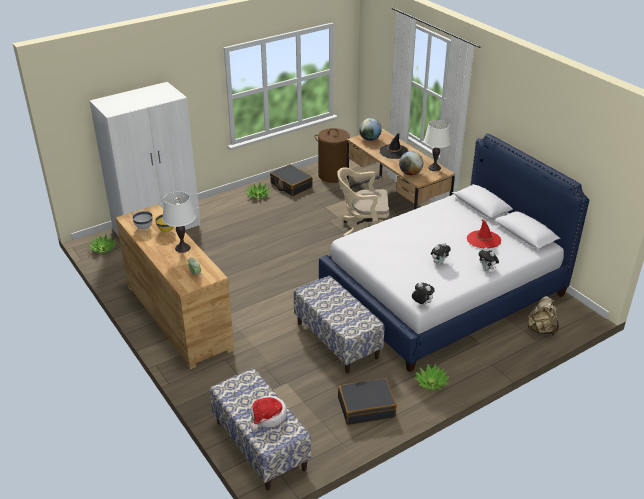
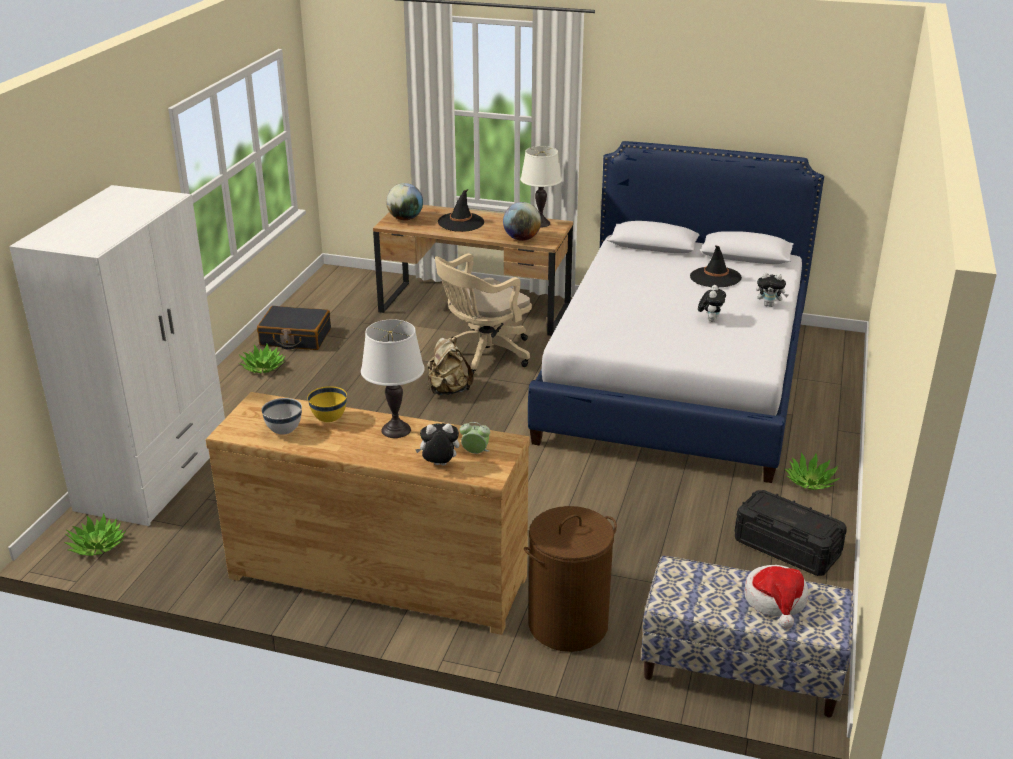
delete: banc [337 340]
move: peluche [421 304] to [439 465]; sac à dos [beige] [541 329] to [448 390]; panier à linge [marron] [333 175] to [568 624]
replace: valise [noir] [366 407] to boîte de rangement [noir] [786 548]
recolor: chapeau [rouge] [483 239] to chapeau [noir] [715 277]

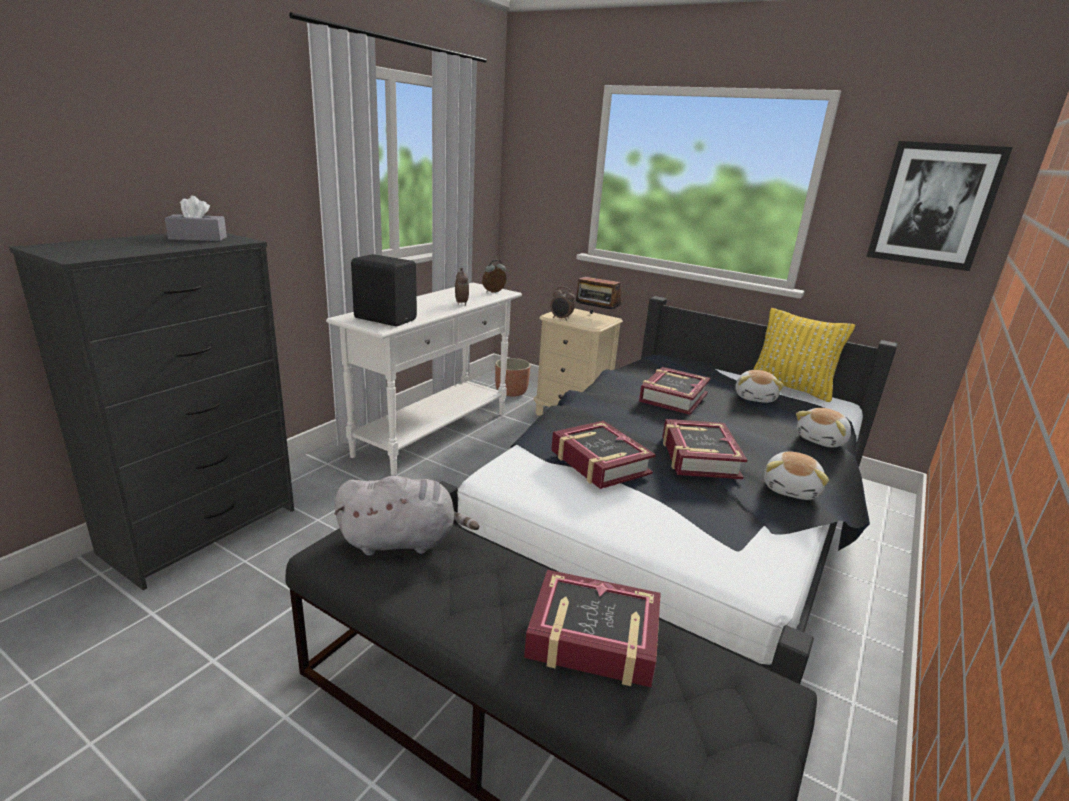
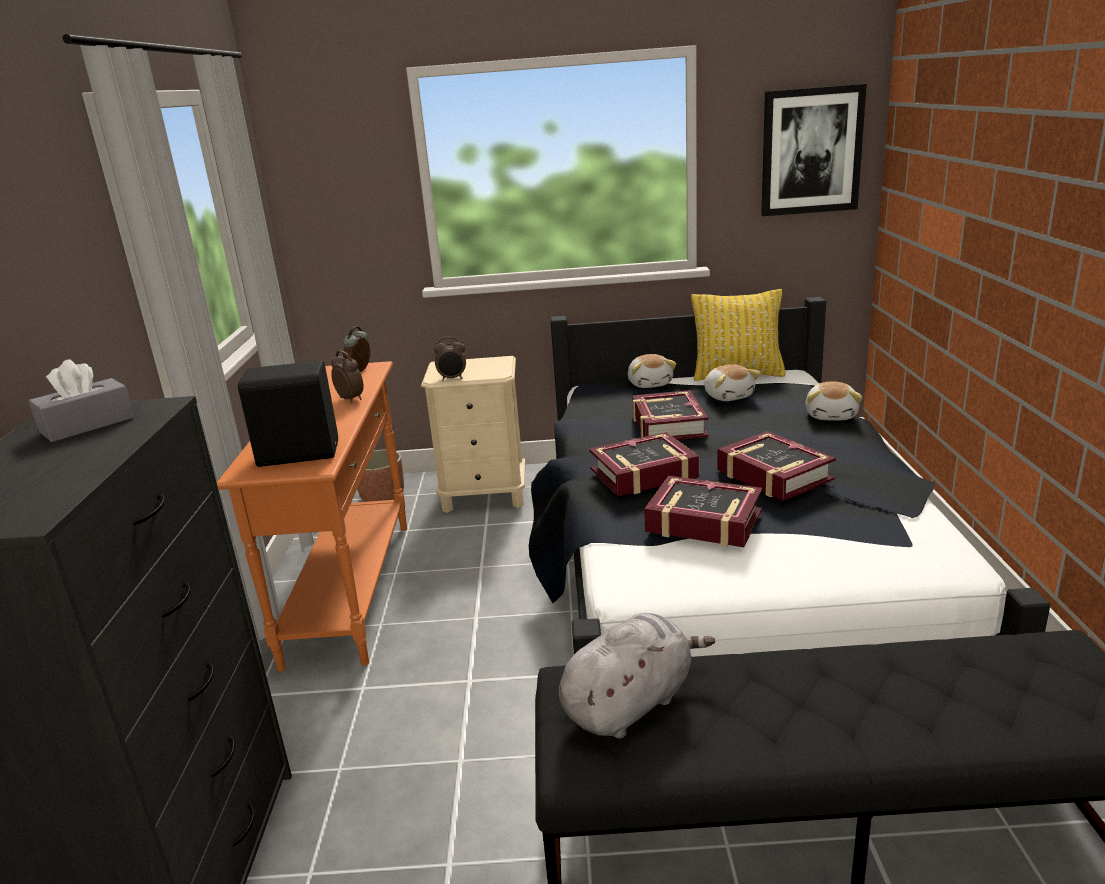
delete: radio [596 316]
move: livre [593 638] to [644 474]; peluche [791 489] to [650 383]
recolor: table console [blanc] [434 433] to table console [orange] [352 590]

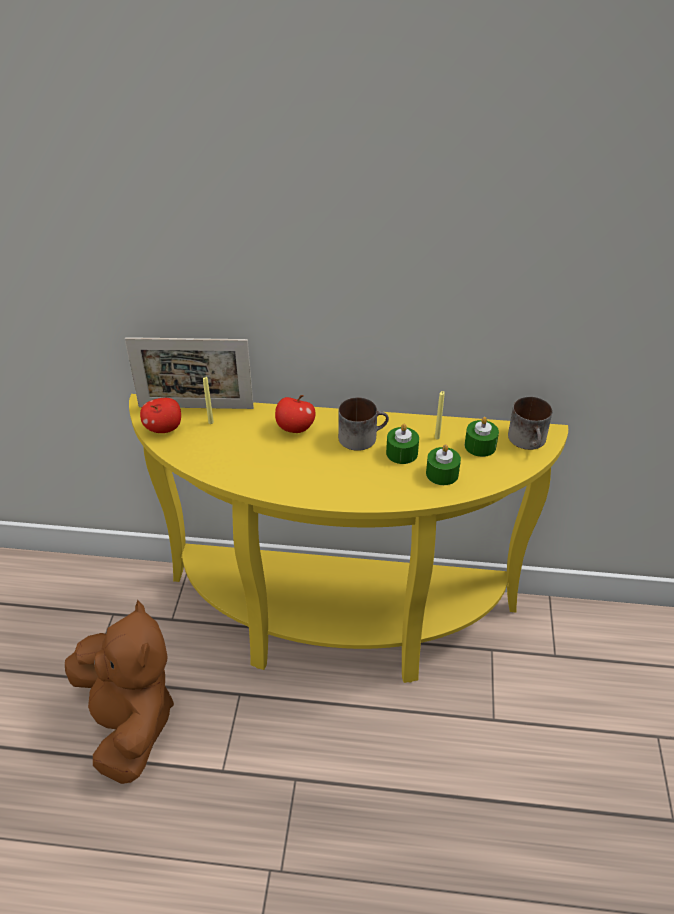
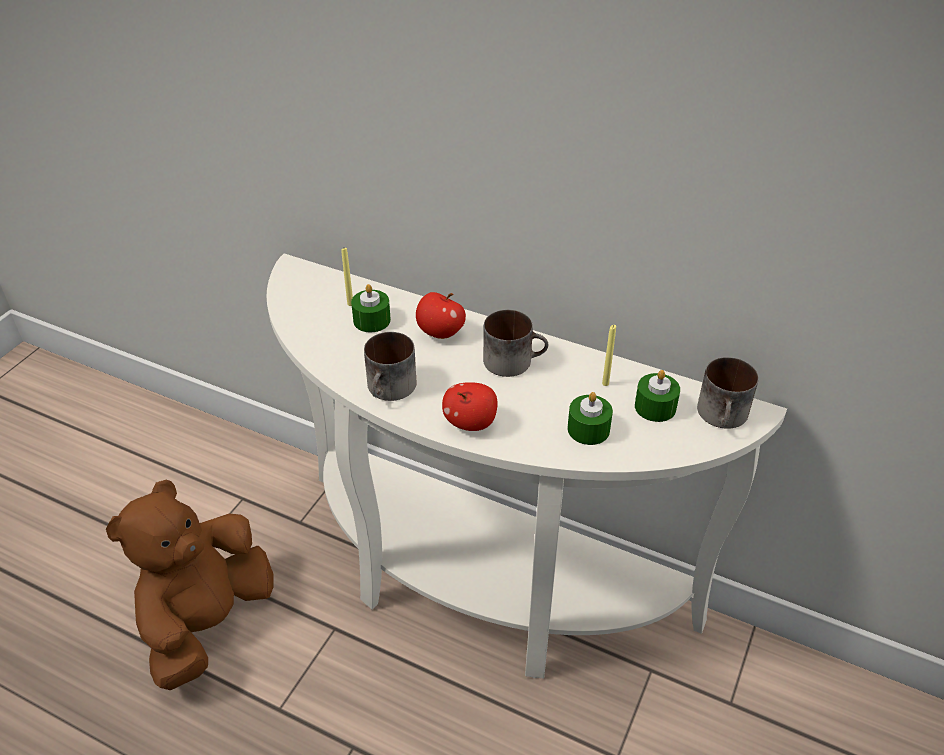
delete: cadre photo [196 407]
insert: mug [391 389]
move: bougie [vert] [402 453] to [372 320]; pomme [164 428] to [470 423]
recolor: table console [jaune] [337 626] to table console [blanc] [477 584]
rotate: peluche [marron] [129 722] = [207 621] 150 degrees counterclockwise

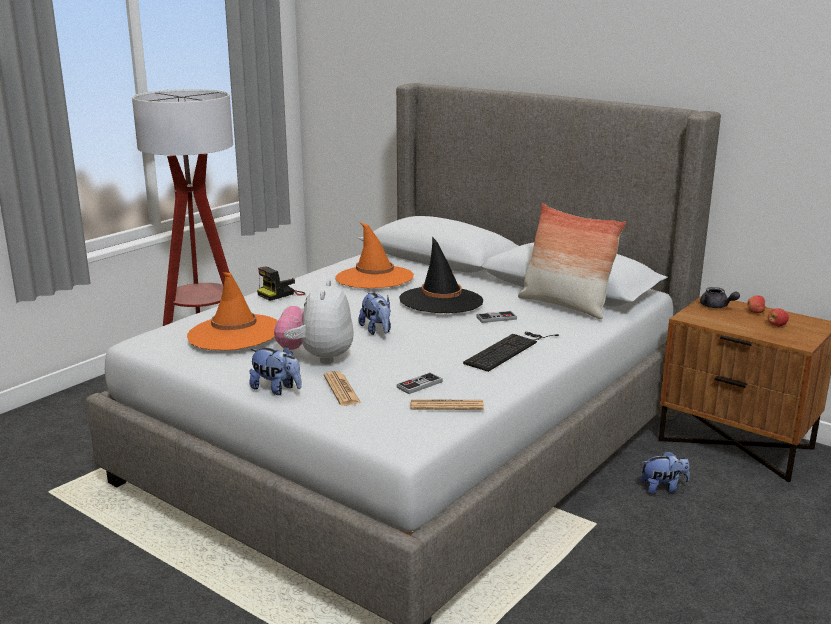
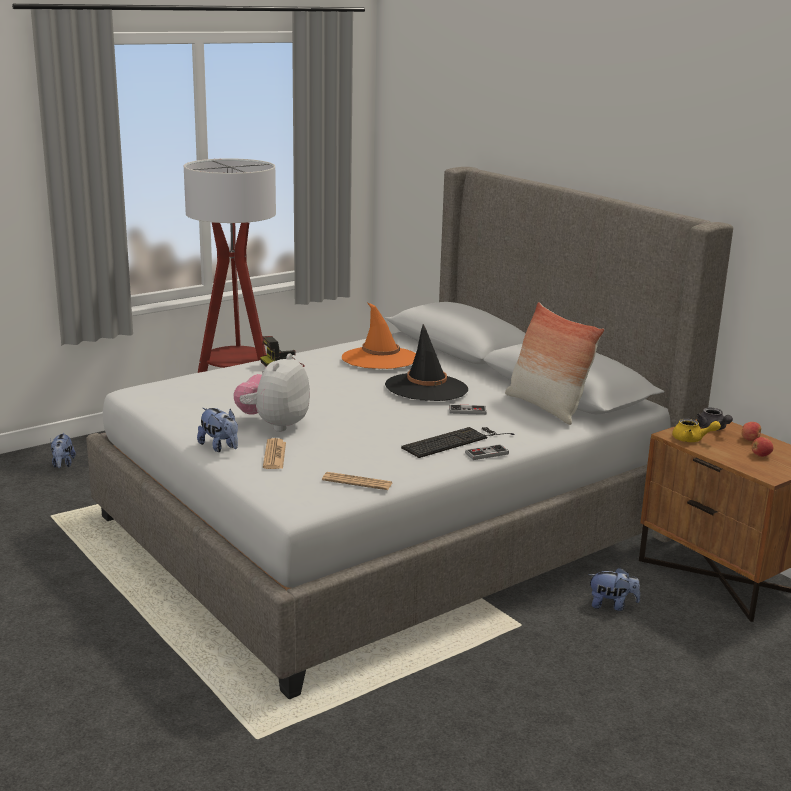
delete: chapeau [orange] [234 333]
insert: théière [jaune] [692 439]
move: peluche [377 330] to [62 464]; manette [419 385] to [486 453]

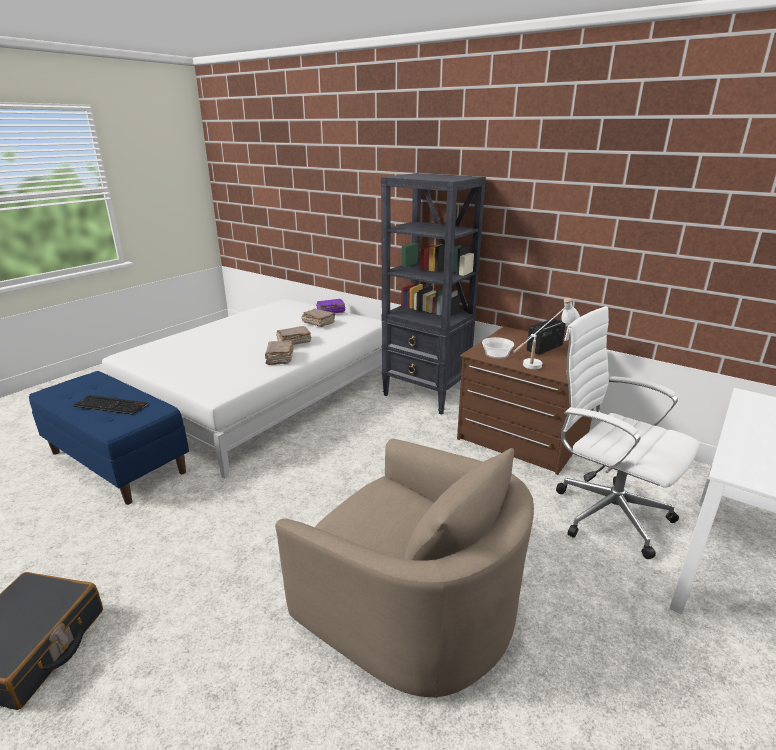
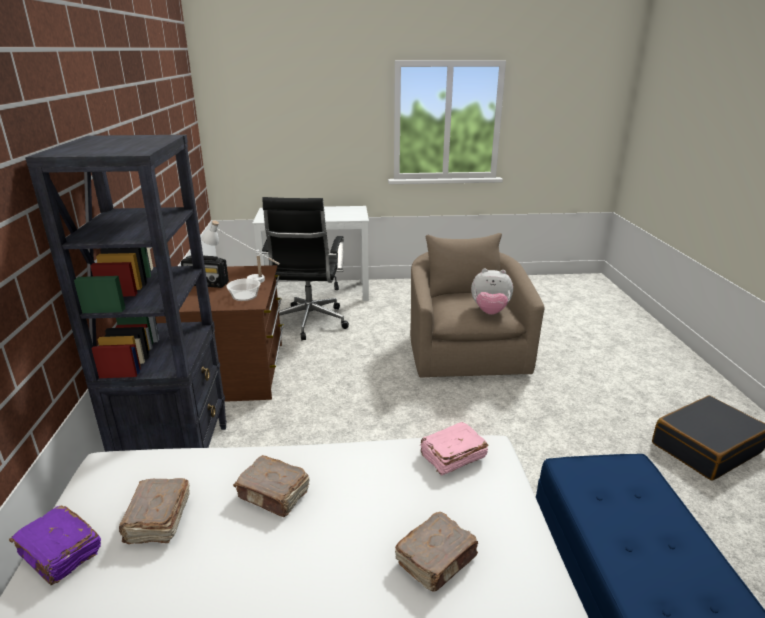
delete: clavier [112 405]
insert: livre [rose] [452 457]; peluche [490 312]
move: livre [marron] [279 358] to [437 560]
recolor: chaise de bureau [blanc] [605 513] to chaise de bureau [noir] [309 323]

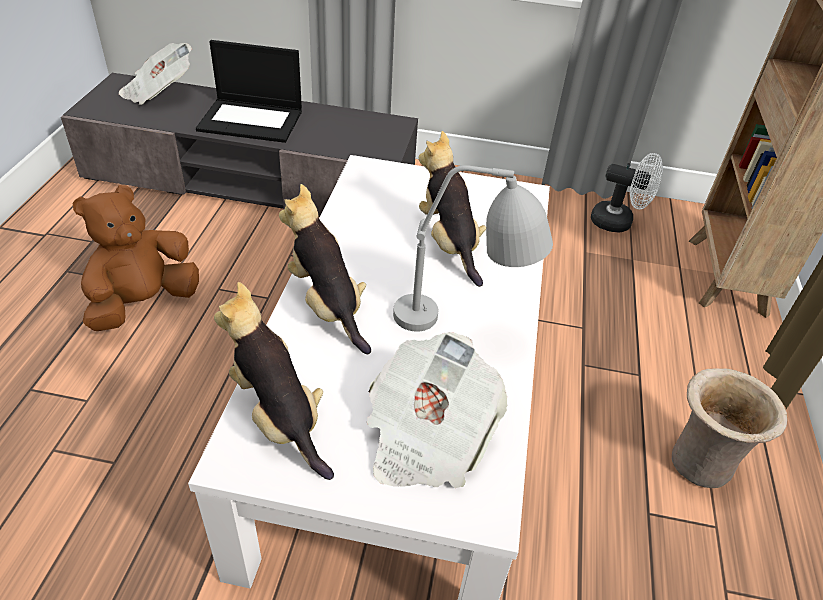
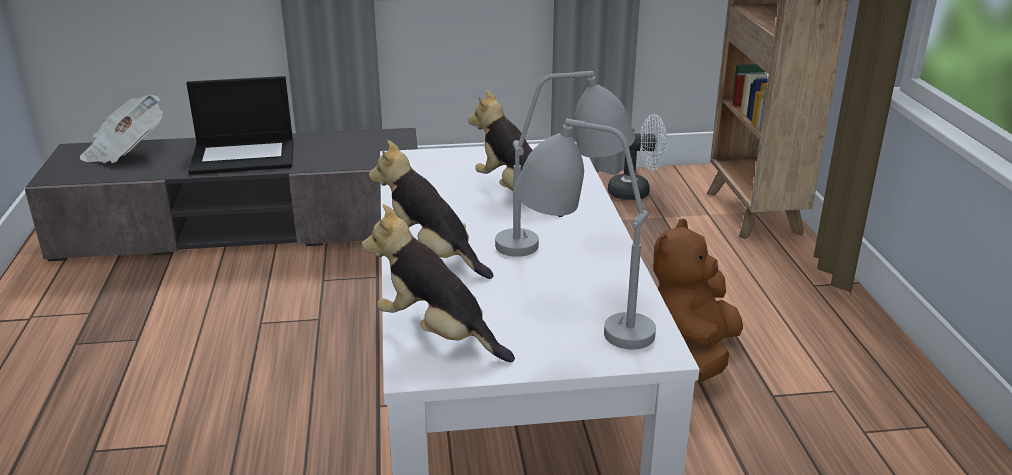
delete: vase [beige] [700 461]
move: peluche [marron] [144 303] to [693 354]
replace: journal [427 436] to lampe de table [gris] [578 318]

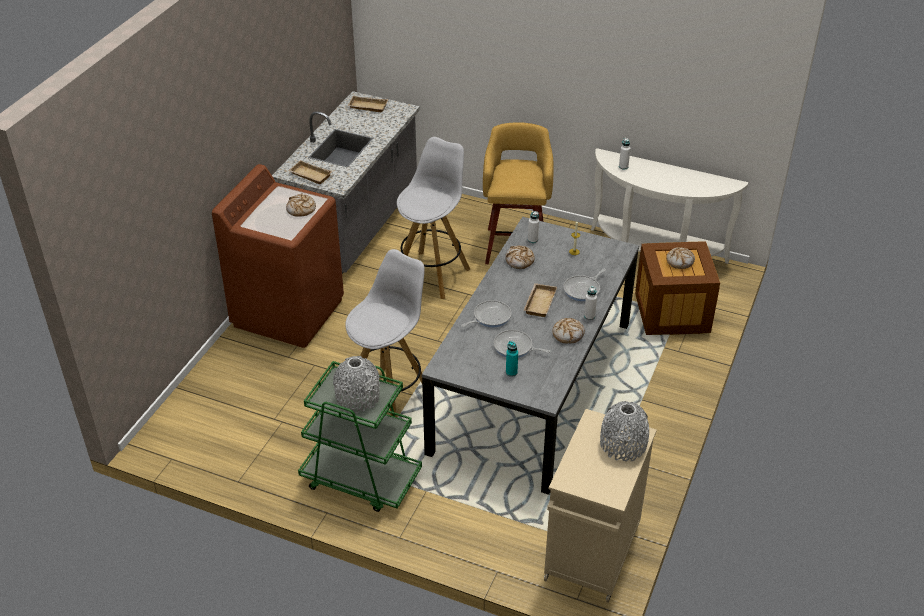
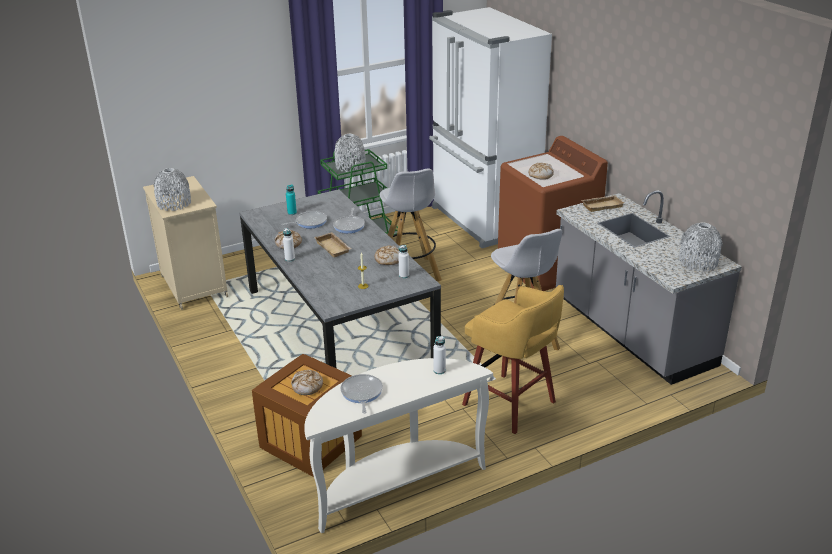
insert: réfrigérateur [blanc] [482 220]
move: poêle [583 289] to [361 393]
replace: plateau [beige] [367 107] to vase [gris] [698 262]

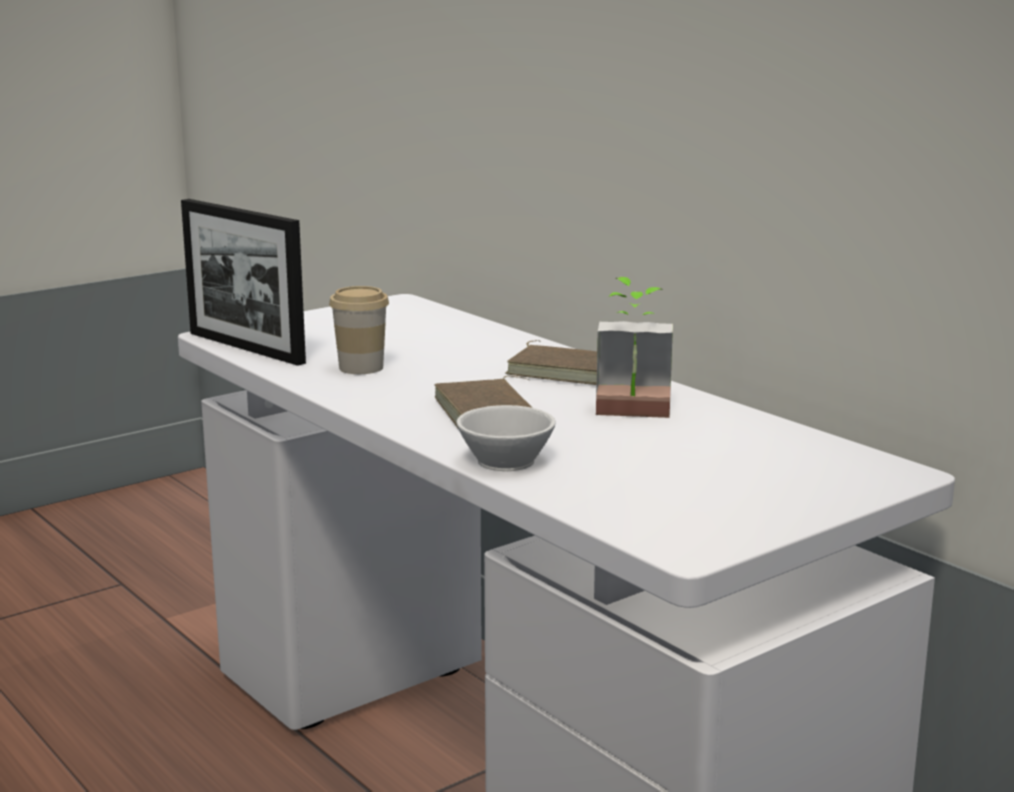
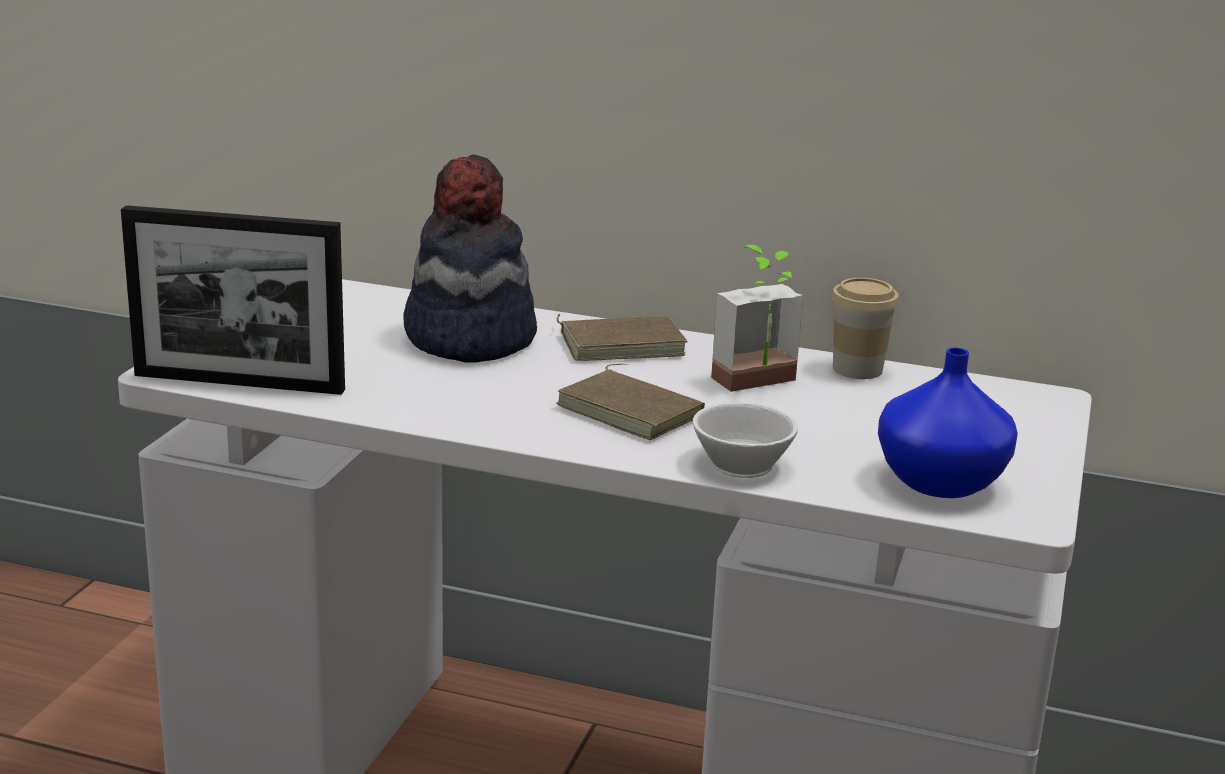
insert: chapeau [469 338]; vase [bleu] [938 483]
move: tasse [361 367] to [857 369]

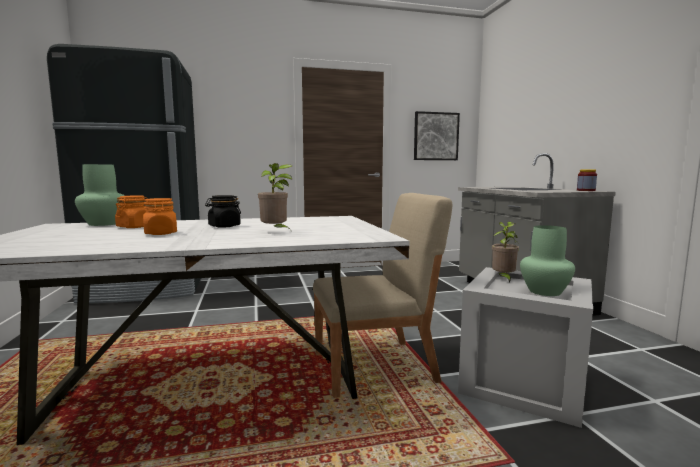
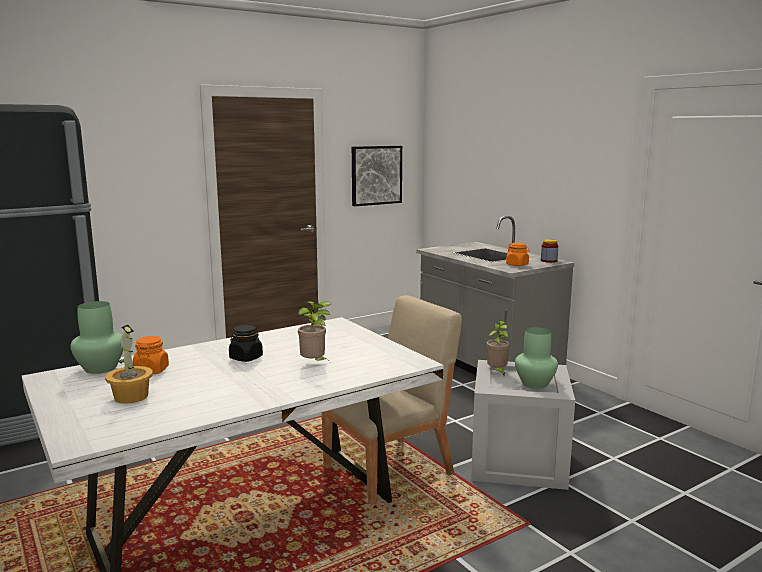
insert: plante en pot [131 396]
move: bocal [orange] [161 233] to [517 265]

